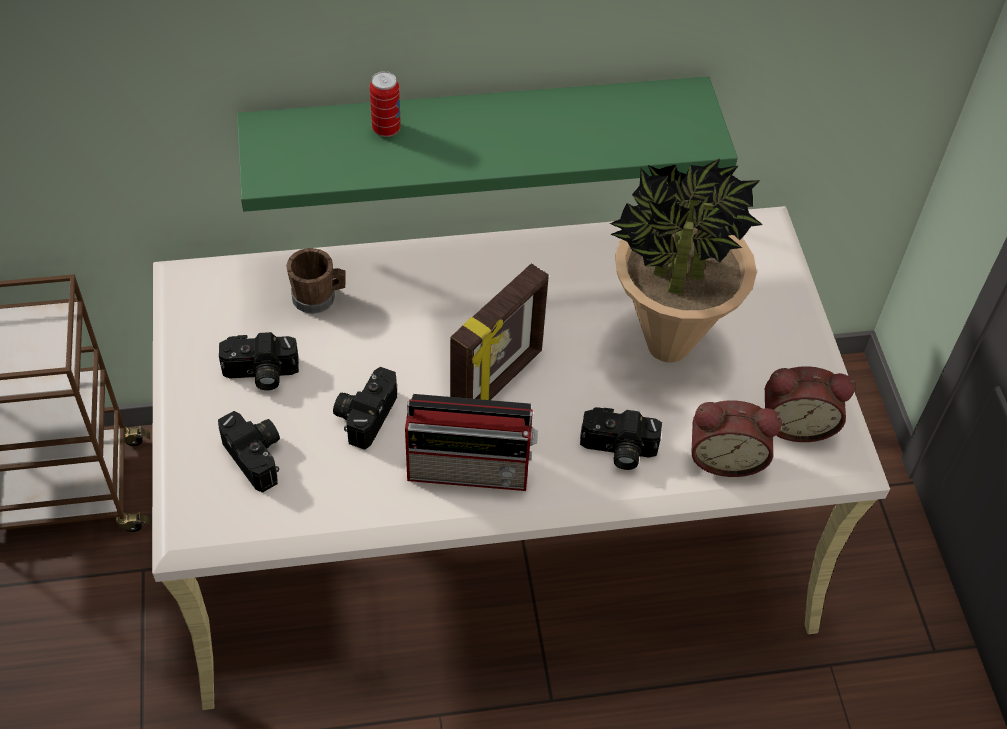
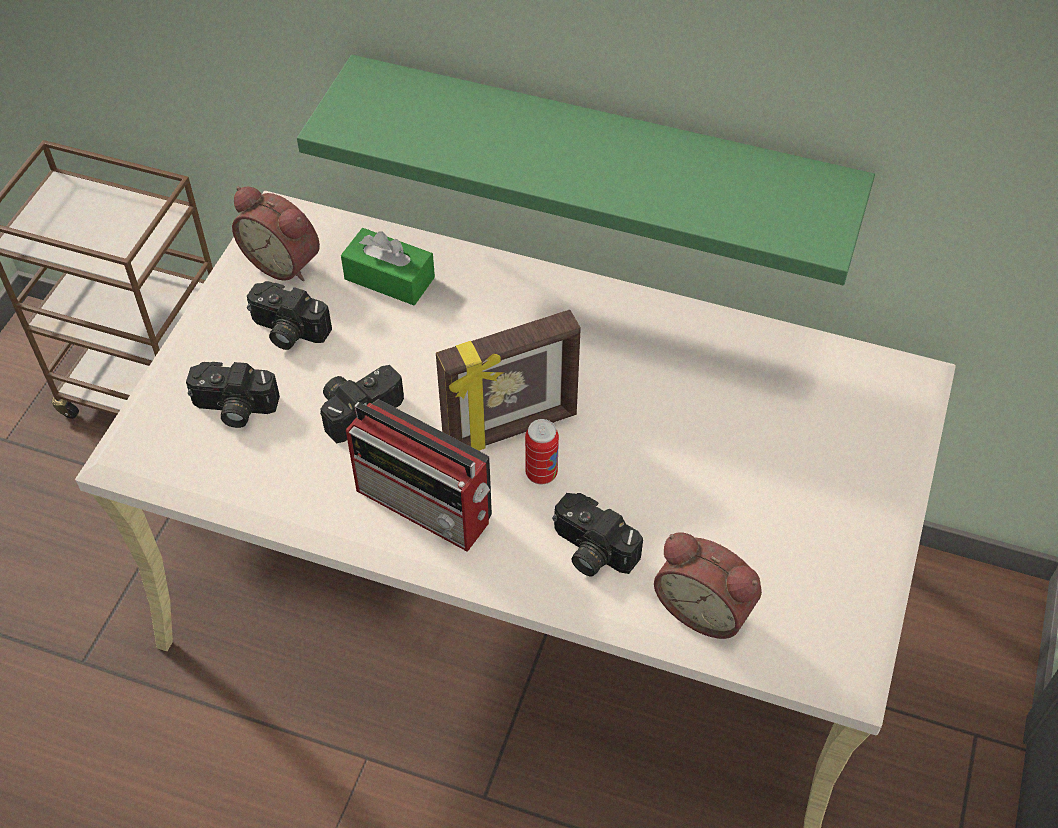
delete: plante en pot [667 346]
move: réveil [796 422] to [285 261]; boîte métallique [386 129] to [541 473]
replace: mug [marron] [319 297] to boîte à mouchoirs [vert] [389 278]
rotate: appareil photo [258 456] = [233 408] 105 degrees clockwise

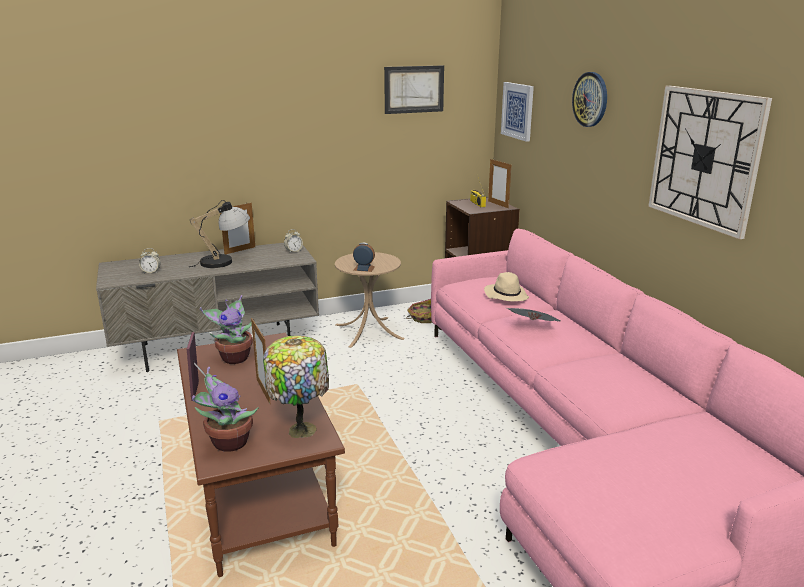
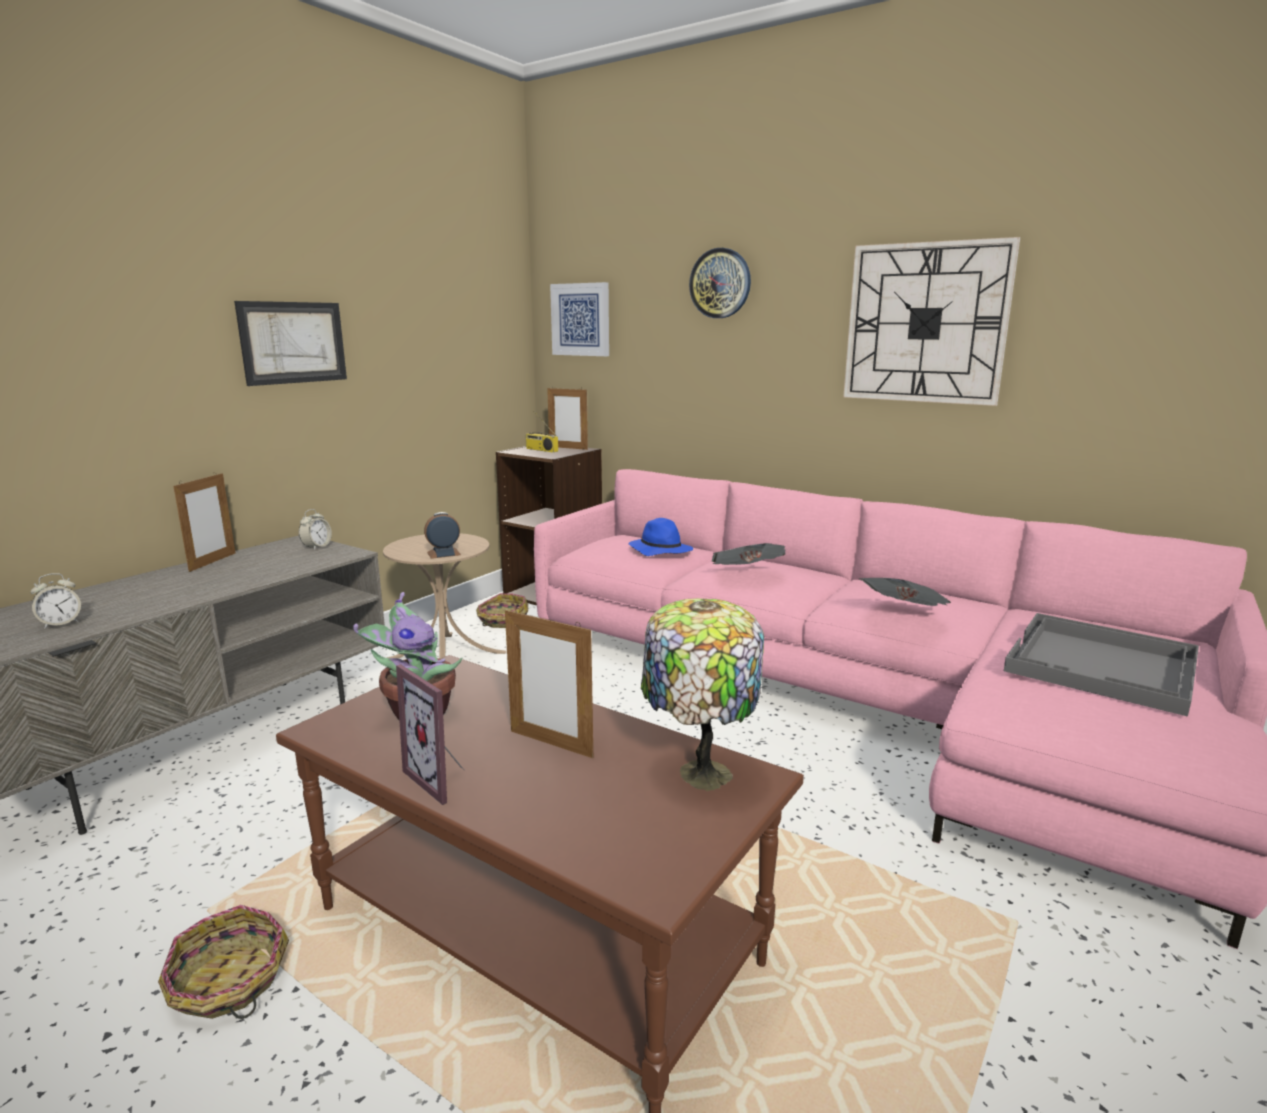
delete: lampe de table [225 261]; plante en pot [228 442]
insert: panier [229 982]; journal [904 615]; plateau [gris] [1103 665]
move: tableau [414 89] to [293 342]
recolor: chapeau [beige] [506 295] to chapeau [bleu] [659 551]

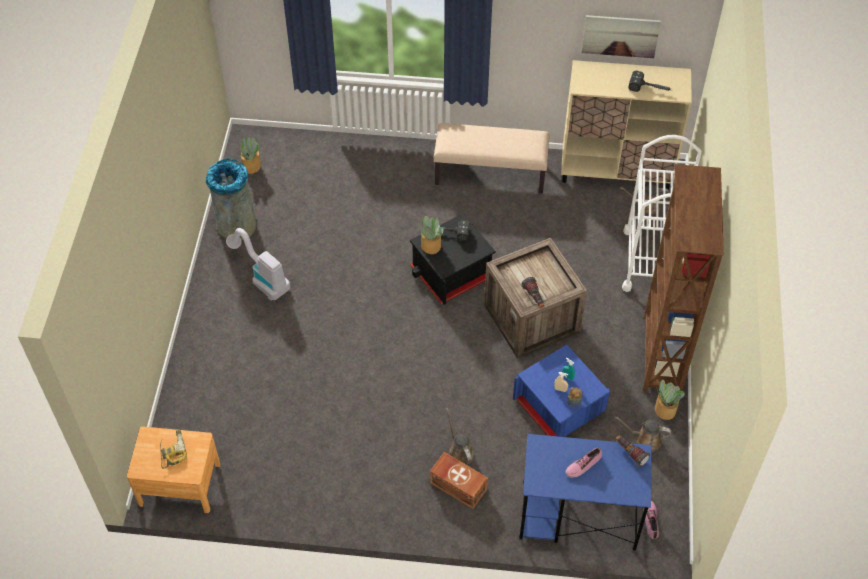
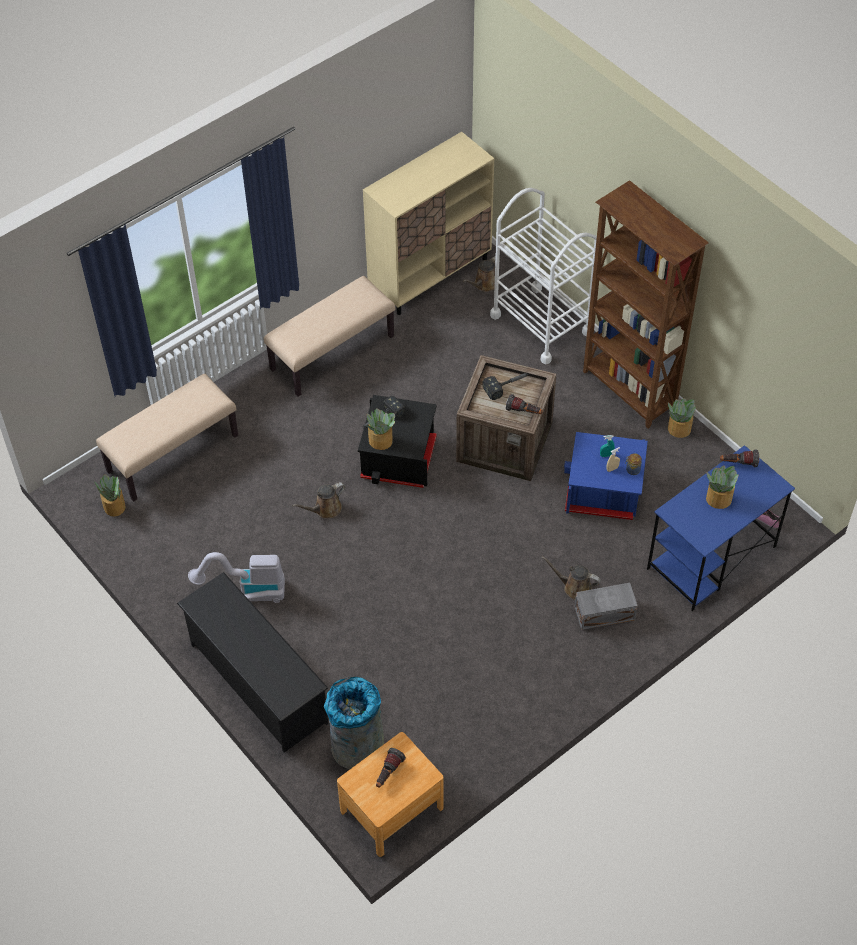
delete: tableau [620 36]
insert: banc [beige] [172 453]; étagère à chaussures [noir] [258 683]
move: arrosoir [marron] [645 440] to [325 509]; poubelle [gris] [236 225] to [357 748]; marteau [650 88] to [507 385]
replace: perceuse [172 450] to lampe de poche [388 773]; chaussure [583 464] to plante en pot [718 499]
recolor: boîte de rangement [marron] [458 485] to boîte de rangement [gris] [603 612]

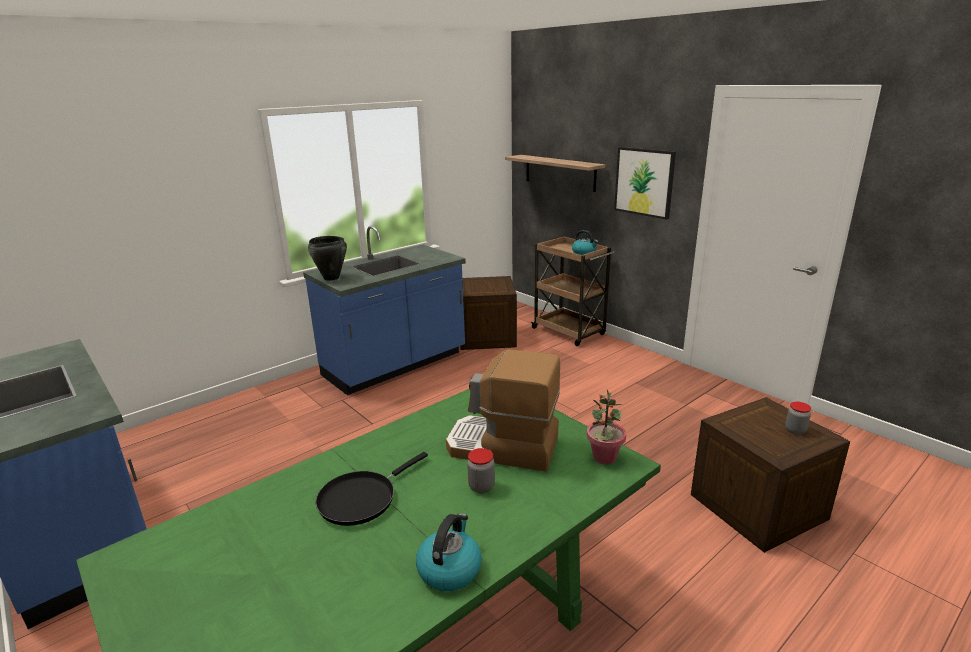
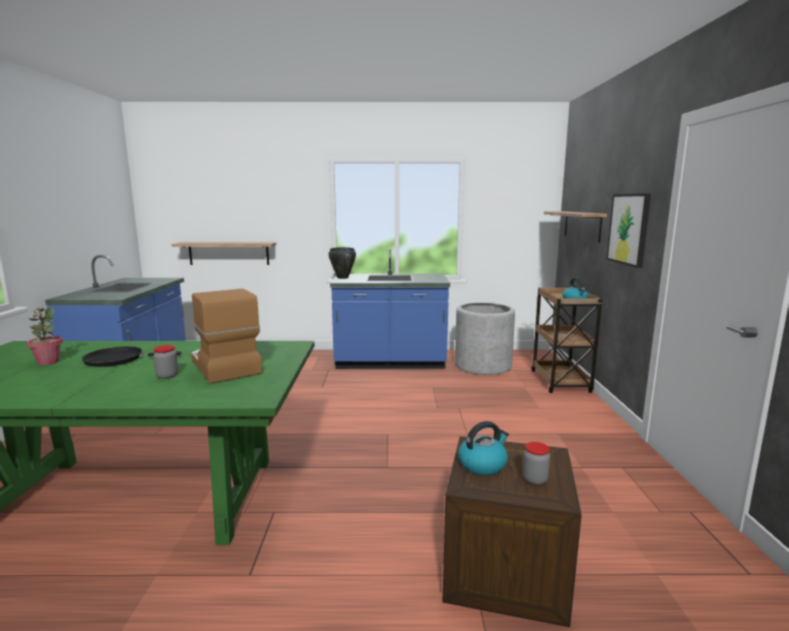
insert: étagère [229 253]
move: plante en pot [604 457] to [48 362]; bouilloire [449 569] to [483 464]
replace: caisse [486 337] to cache-pot [gris] [483 366]

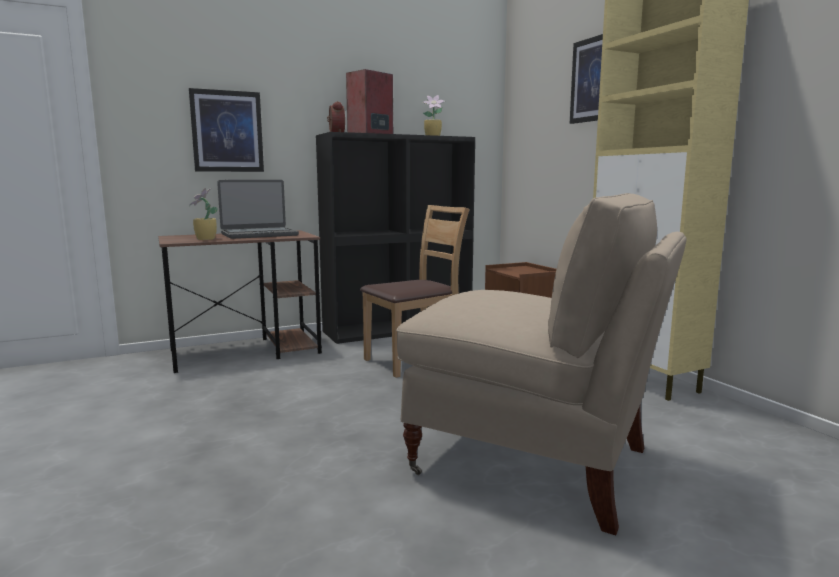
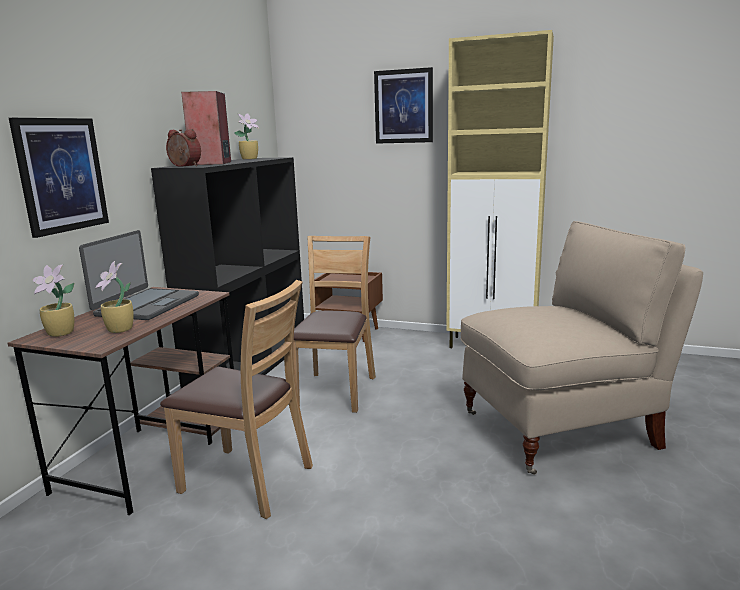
insert: plante en pot [61 333]; chaise [marron] [247 480]

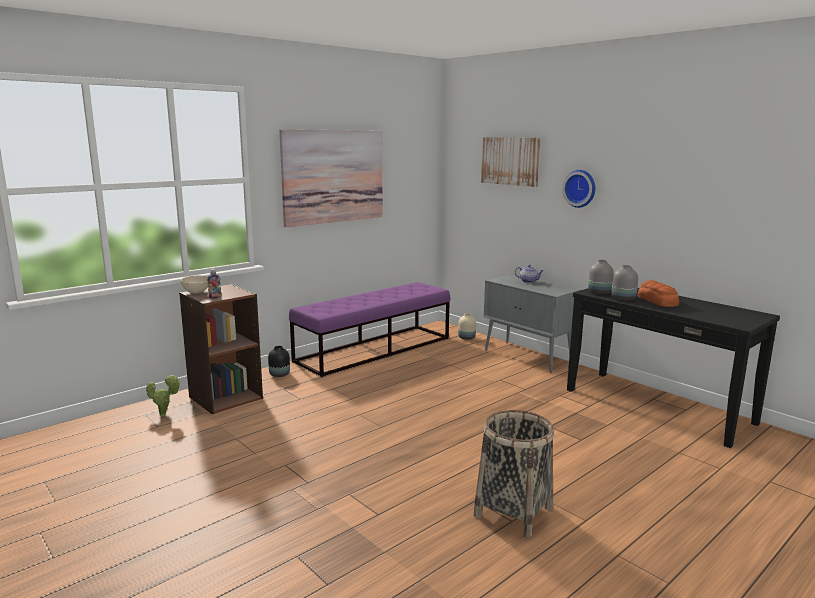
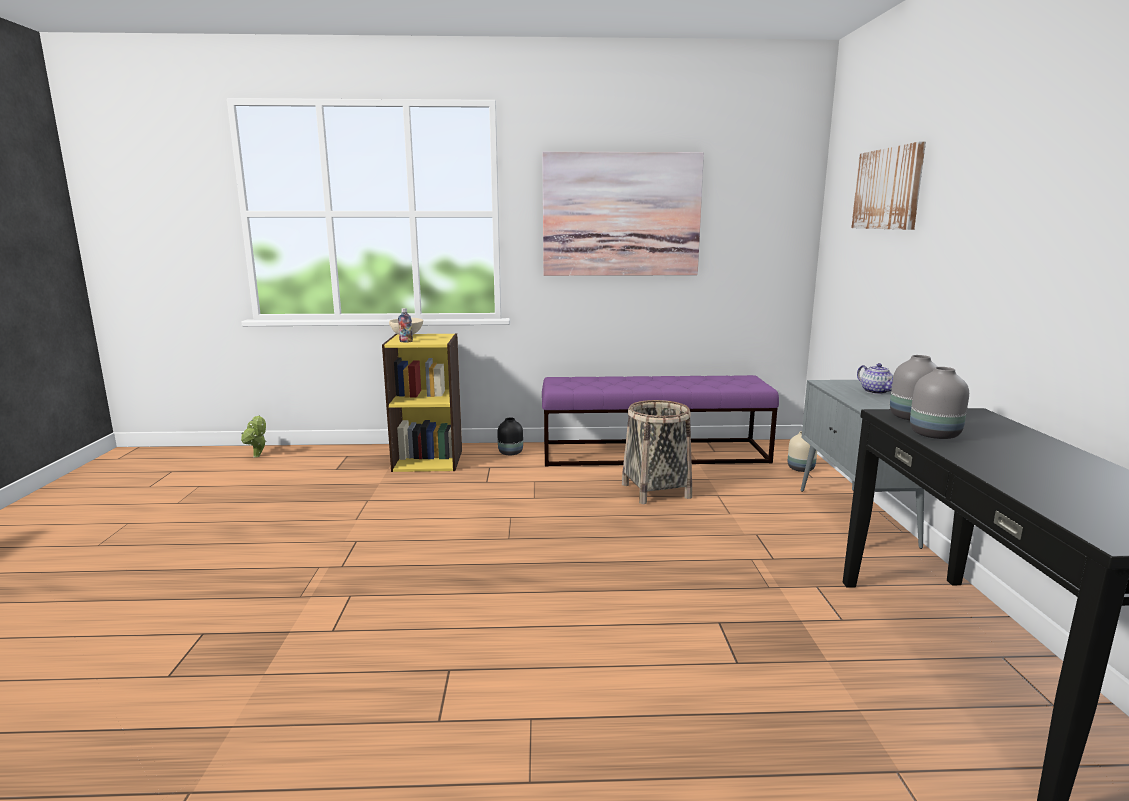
delete: horloge murale [580 188]; pain [657 301]
move: plante en pot [164 415] to [257 457]; panier [513 511] to [656 491]
recolor: bibliothèque [marron] [225 397] to bibliothèque [jaune] [428 460]

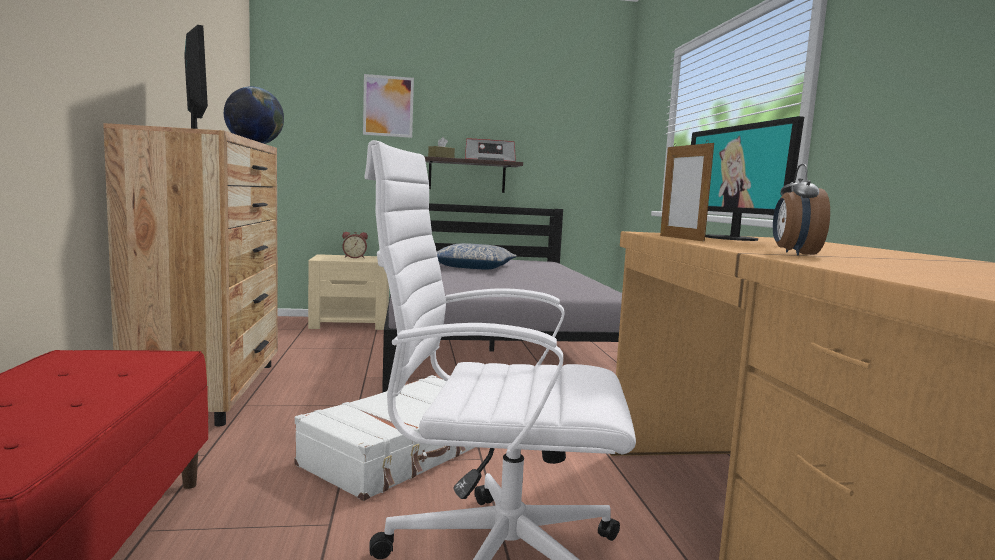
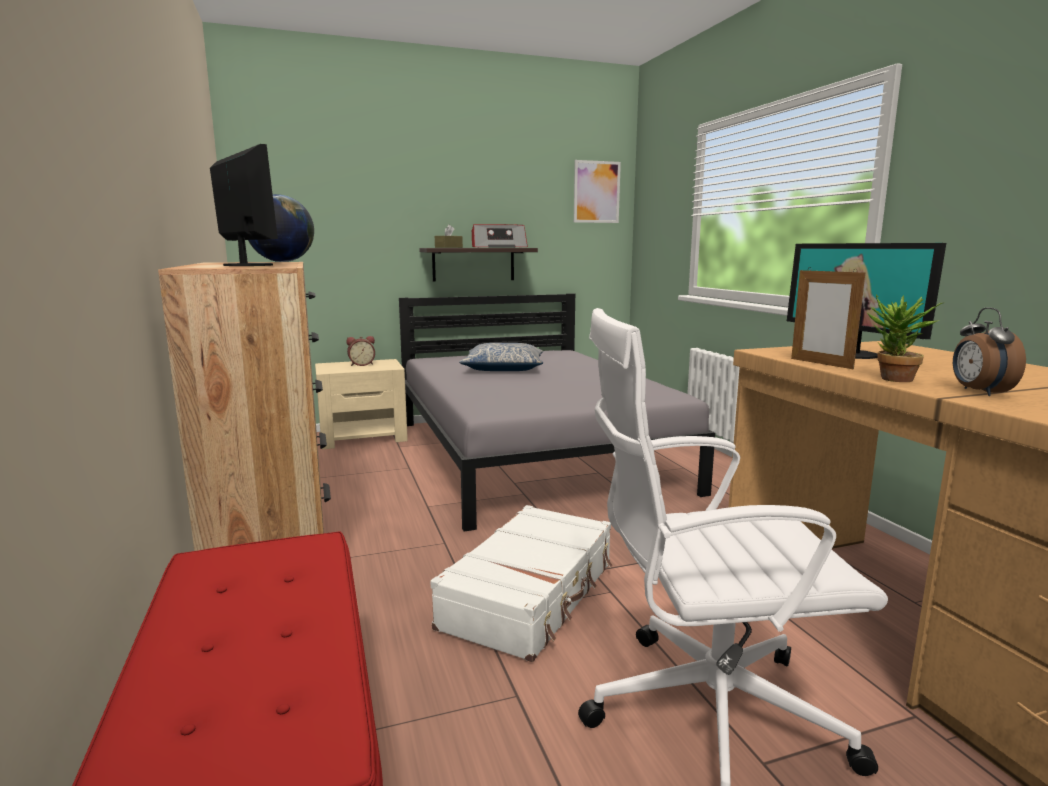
insert: plante en pot [893 380]
move: tableau [388 106] to [596 192]

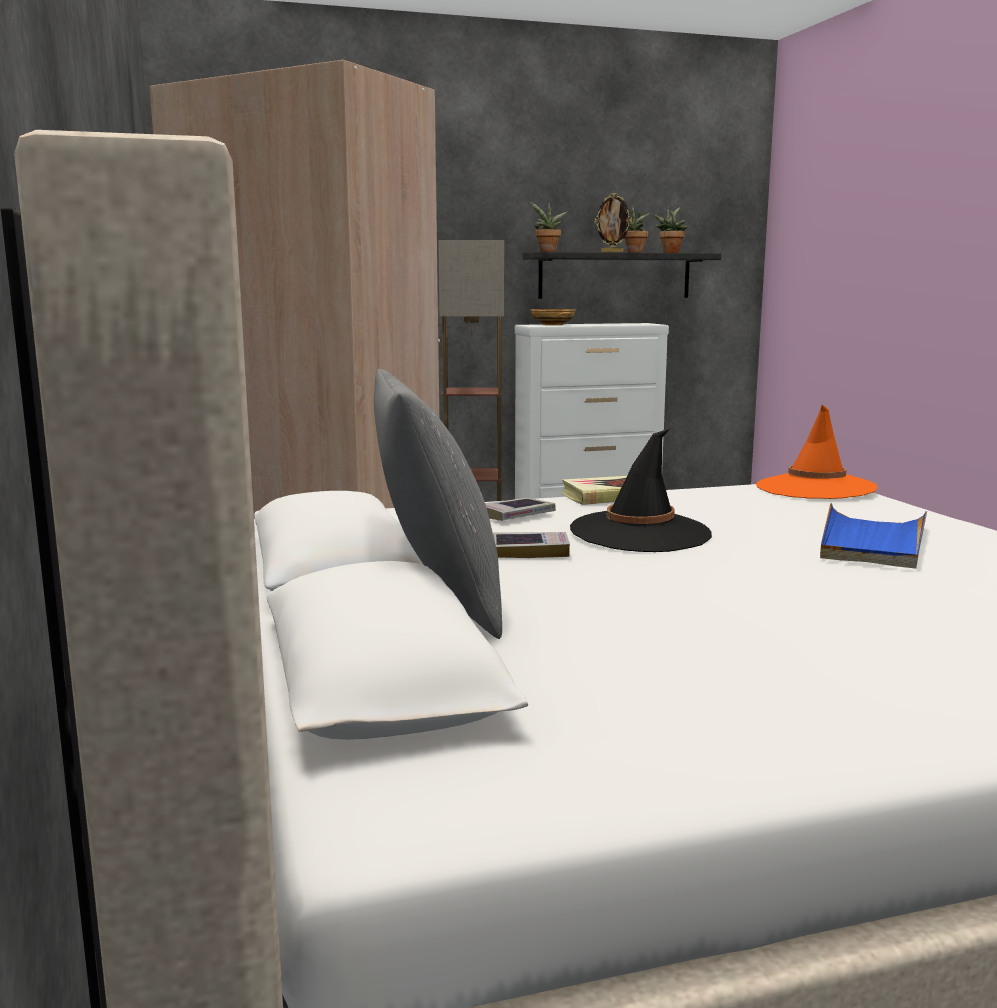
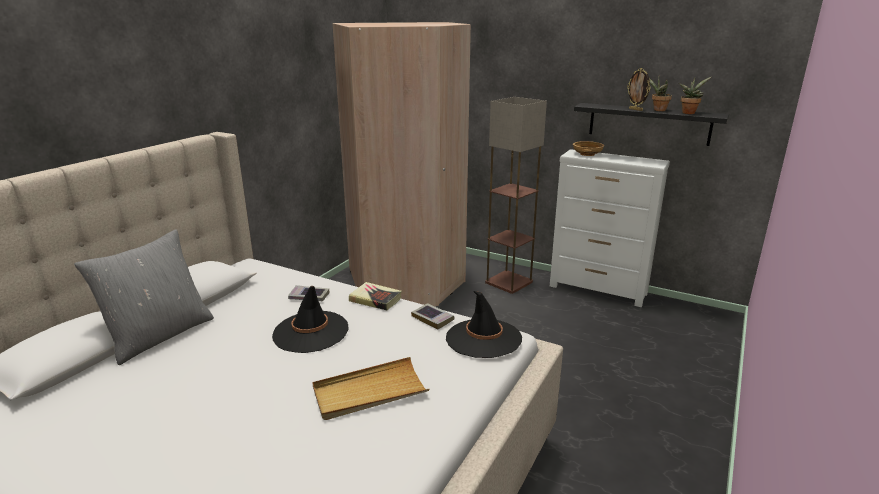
delete: plante en pot [547 251]
move: livre [528 551] to [432 318]
recolor: plateau [bleu] [871 542] to plateau [beige] [369 392]; chapeau [orange] [815 488] to chapeau [noir] [483 338]

